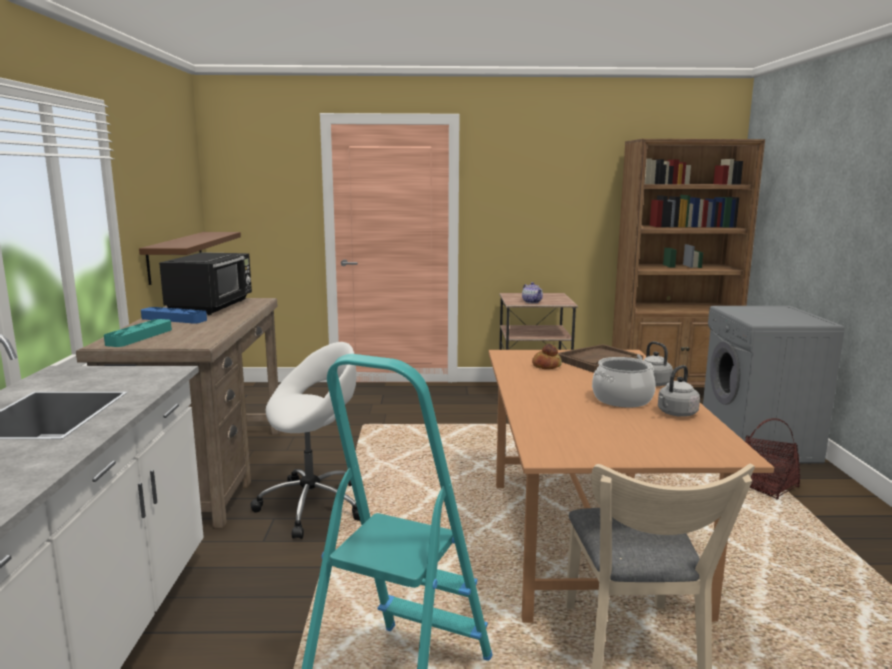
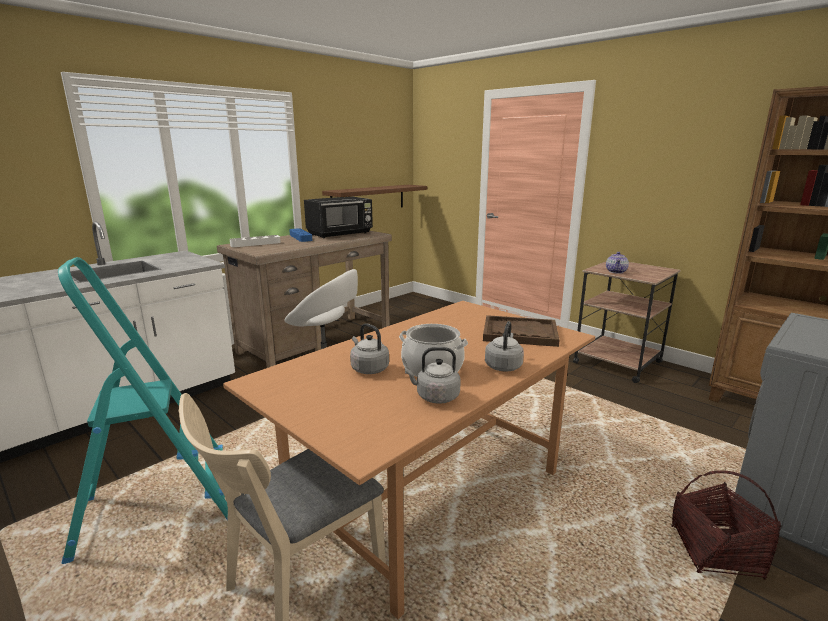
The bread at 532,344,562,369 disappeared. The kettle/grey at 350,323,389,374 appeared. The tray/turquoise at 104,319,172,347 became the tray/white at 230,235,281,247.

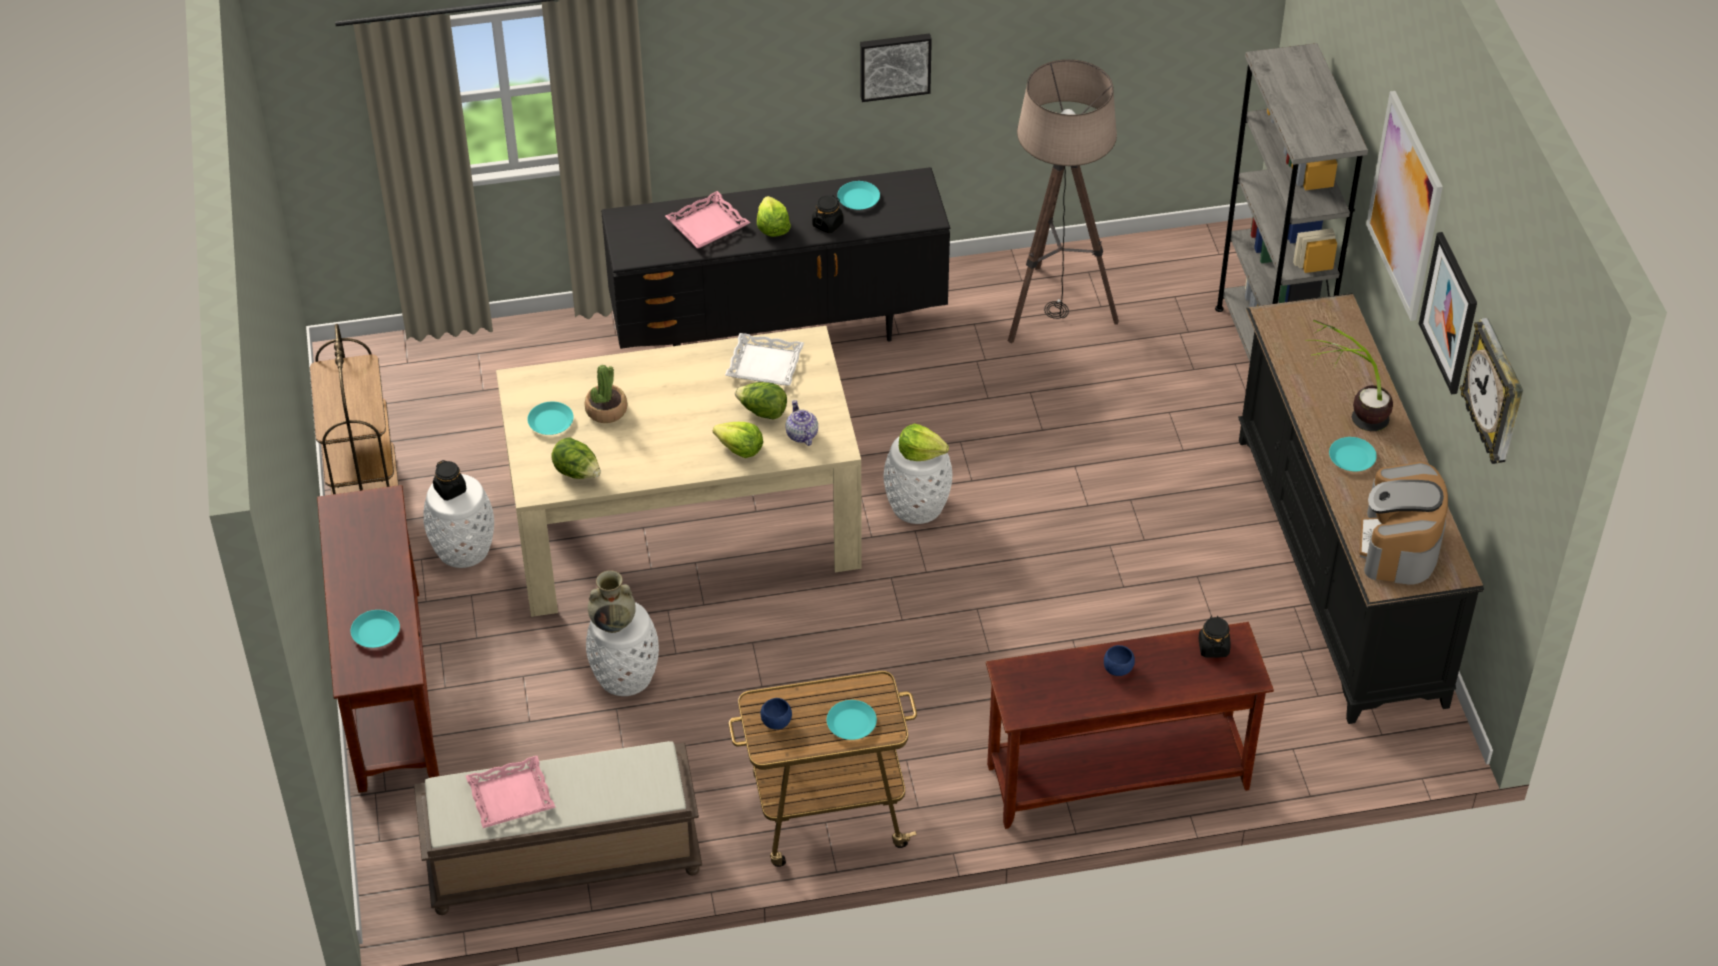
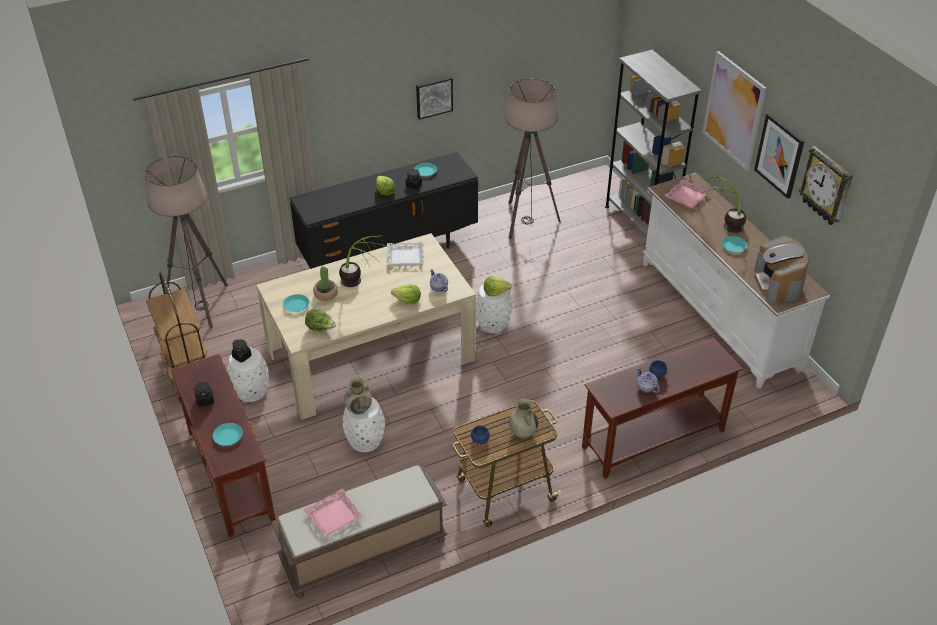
The lettuce at 735,382,787,420 disappeared. The floor lamp at 145,156,228,328 appeared. The potted plant at 339,235,386,287 appeared. The teapot at 637,368,660,393 appeared. The tray/pink moved from 665,191,750,248 to 664,179,711,208. The jar/black moved from 1198,616,1231,658 to 195,381,214,406. The plate/turquoise at 827,700,877,740 was replaced by the vase/beige at 509,399,538,439. The cabinet/black at 1238,293,1484,724 became the cabinet/white at 643,173,830,389.

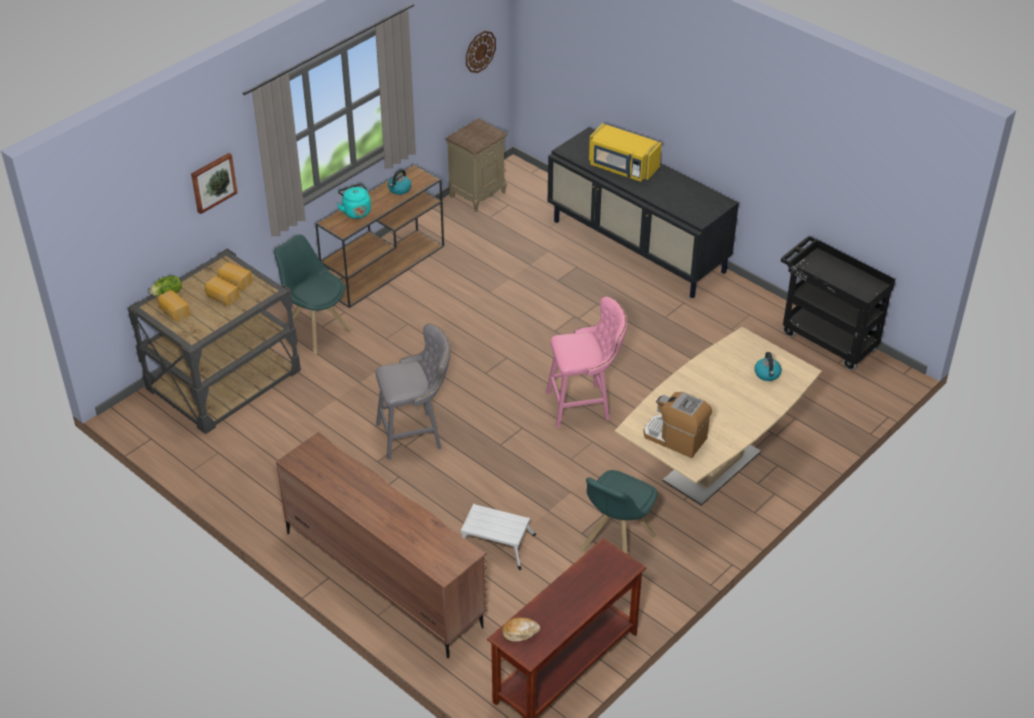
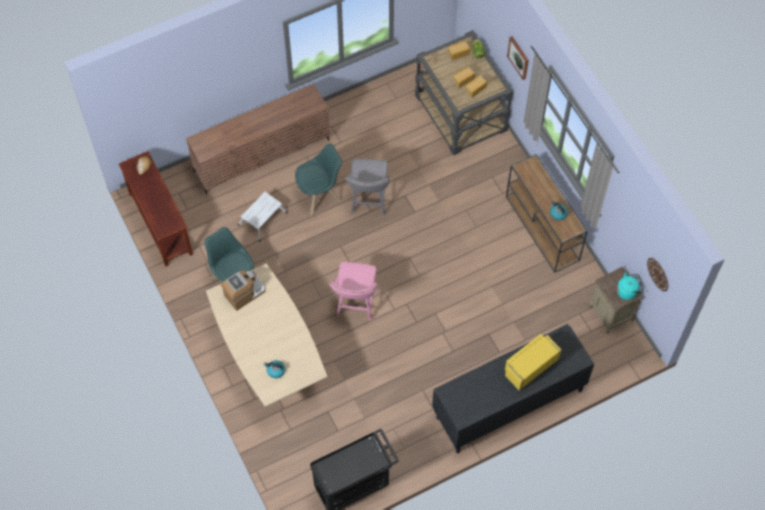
The chair/turquoise moved from 274,234,351,354 to 295,144,342,217. The kettle/turquoise moved from 337,183,371,219 to 617,272,643,300.

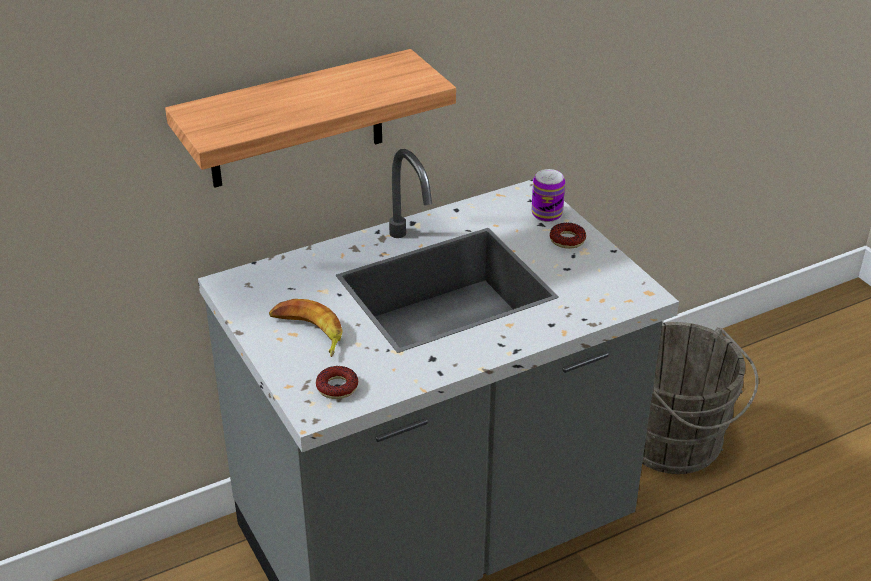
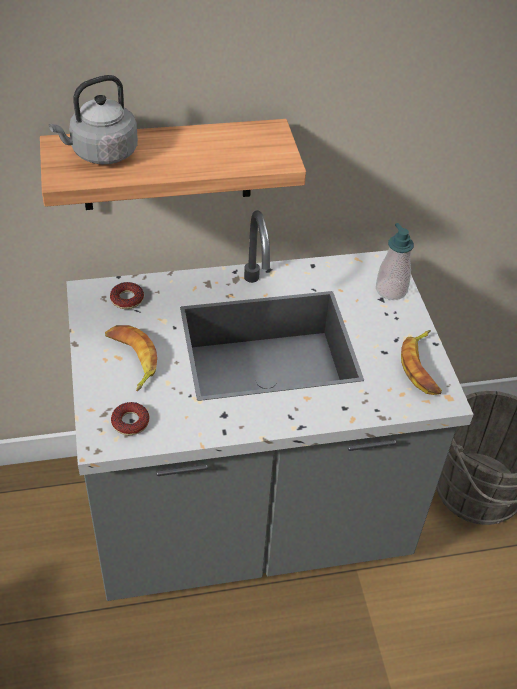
The kettle/grey at 49,75,138,164 appeared. The banana at 401,330,442,395 appeared. The donut moved from 550,222,586,249 to 110,282,144,309. The can at 532,169,565,222 was replaced by the soap dispenser at 376,223,414,300.

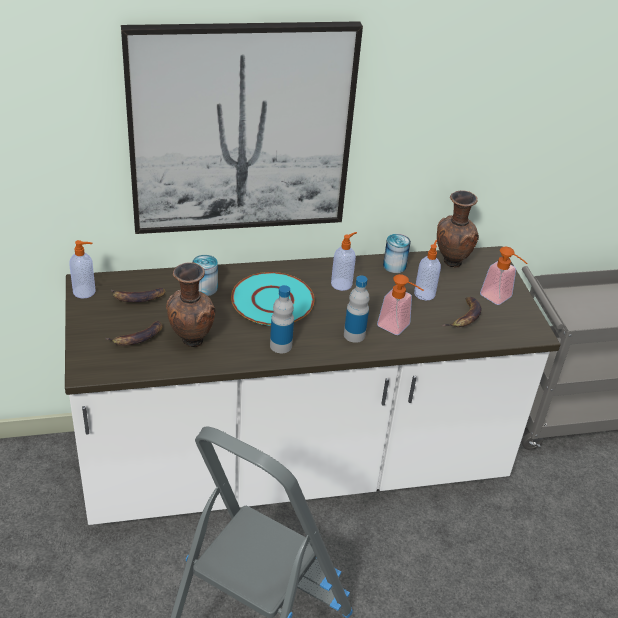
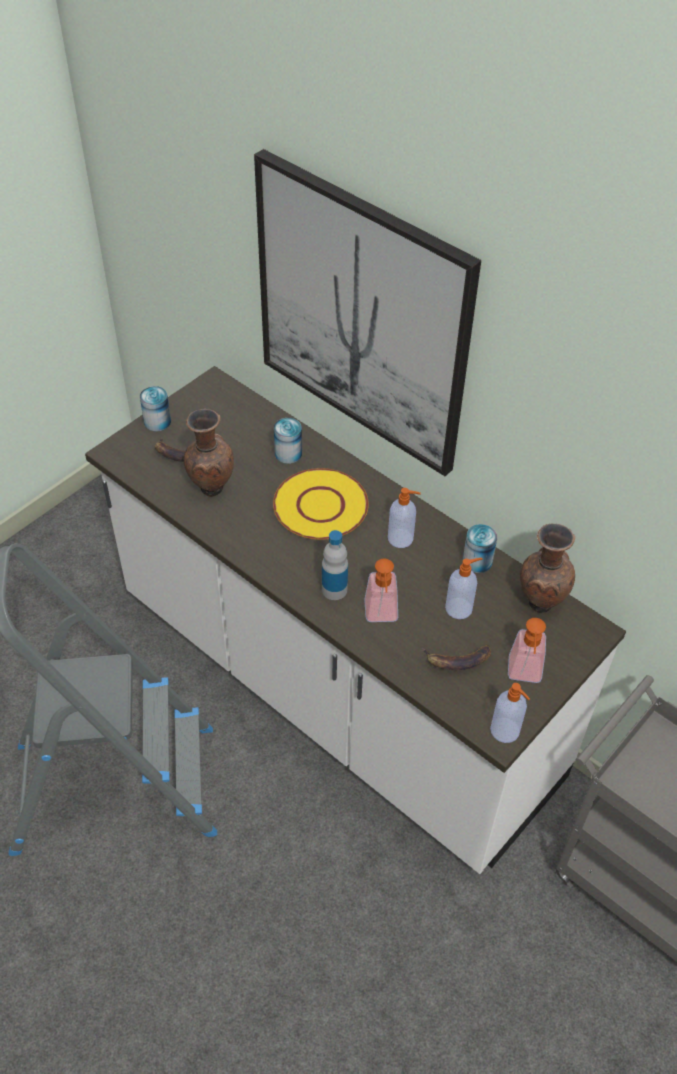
The banana at 111,288,166,302 disappeared. The bottle at 270,285,294,353 disappeared. The can at 140,386,171,432 appeared. The soap dispenser moved from 69,240,96,299 to 490,683,530,743. The plate/turquoise at 231,272,314,326 became the plate/yellow at 273,468,369,540.

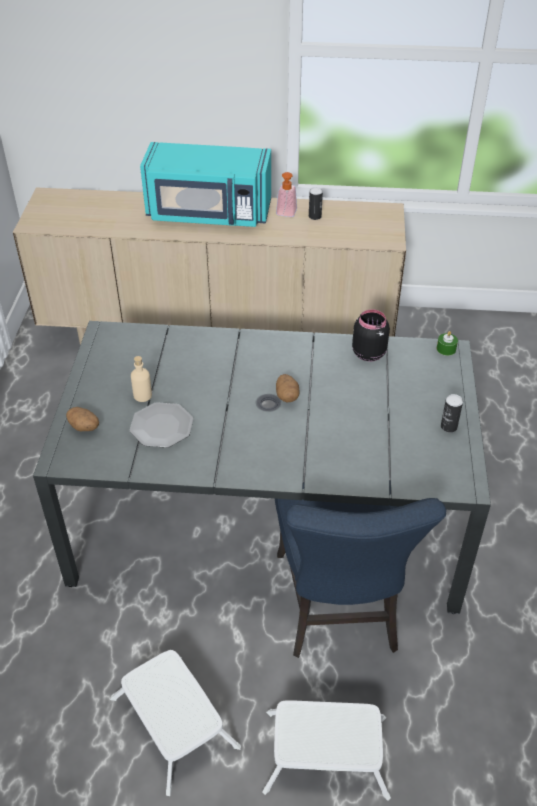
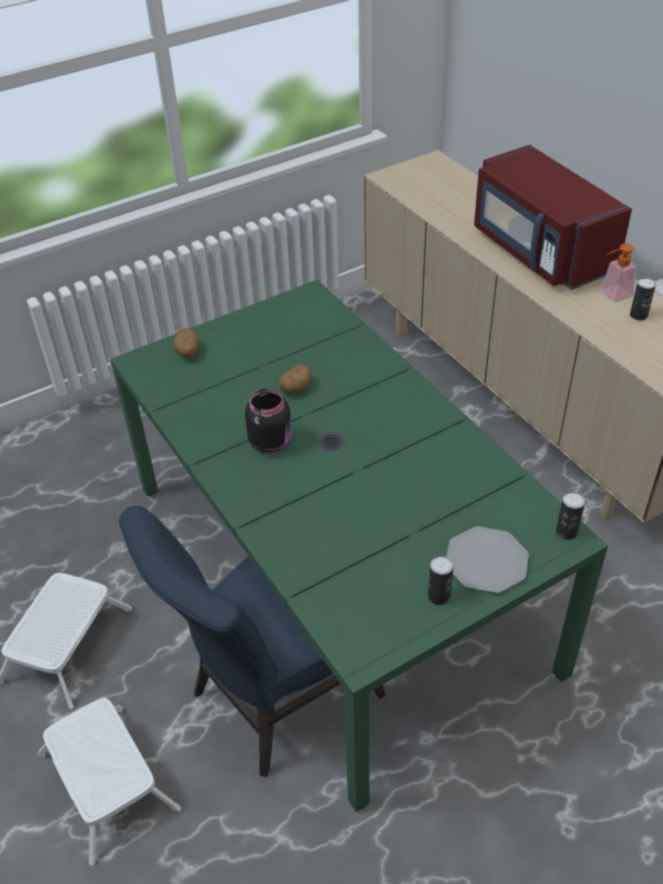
The bottle/beige at 131,356,152,402 disappeared. The plate moved from 130,402,193,448 to 446,526,529,593. The potato moved from 276,374,300,402 to 278,365,311,394. The jar/black moved from 352,309,390,361 to 245,389,292,454. The candle/green at 437,331,458,356 was replaced by the can at 556,492,585,540. The dining table/grey at 33,321,491,614 became the dining table/green at 110,280,608,812. The microwave/turquoise at 140,142,271,227 became the microwave/red at 474,145,632,290.

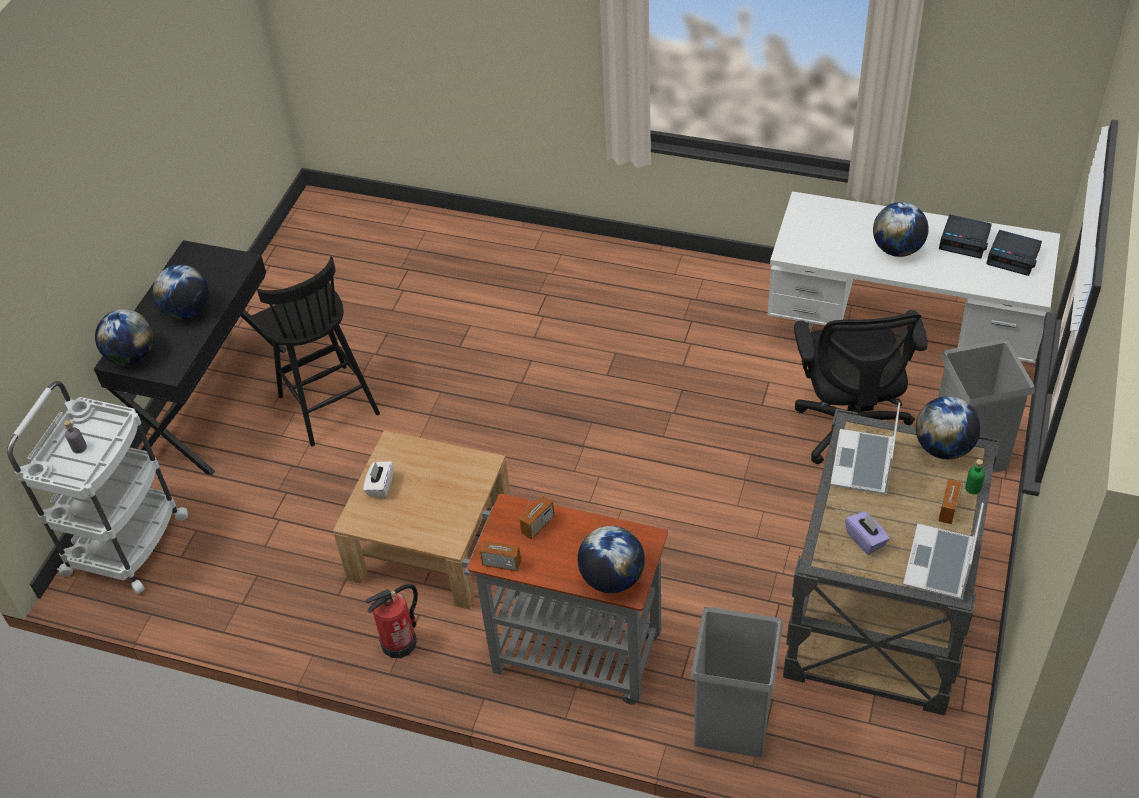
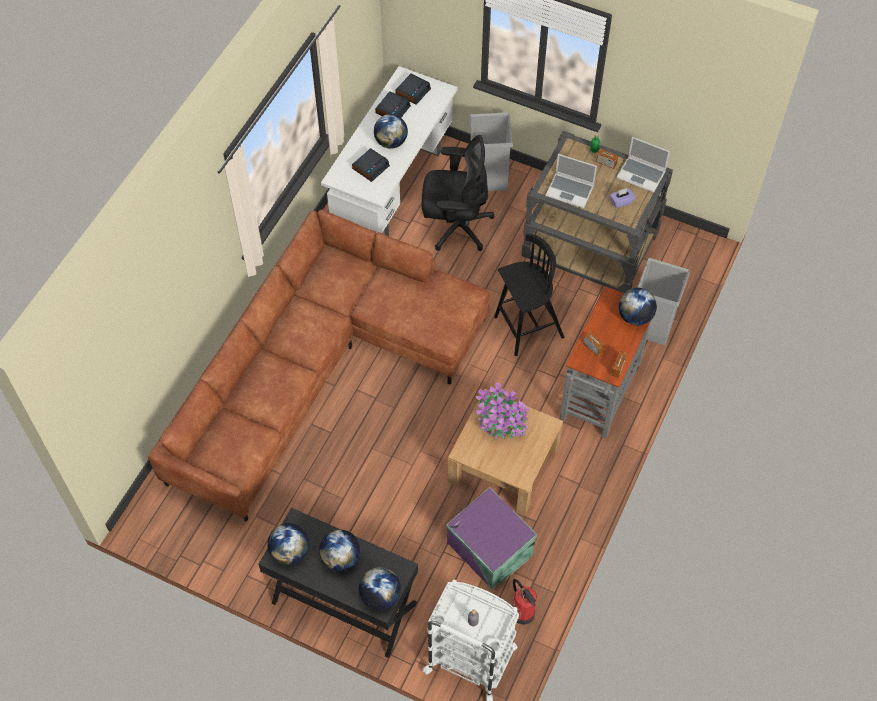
The tissue box/white at 363,461,393,498 disappeared. The sofa/brown at 148,210,490,522 appeared. The alarm clock at 352,148,390,182 appeared. The storage box/purple at 446,487,537,590 appeared. The potted plant at 475,382,529,439 appeared. The stool/black moved from 252,257,380,447 to 494,234,564,356. The fire extinguisher moved from 365,584,418,658 to 513,579,537,625. The globe moved from 916,396,981,459 to 267,523,309,565.

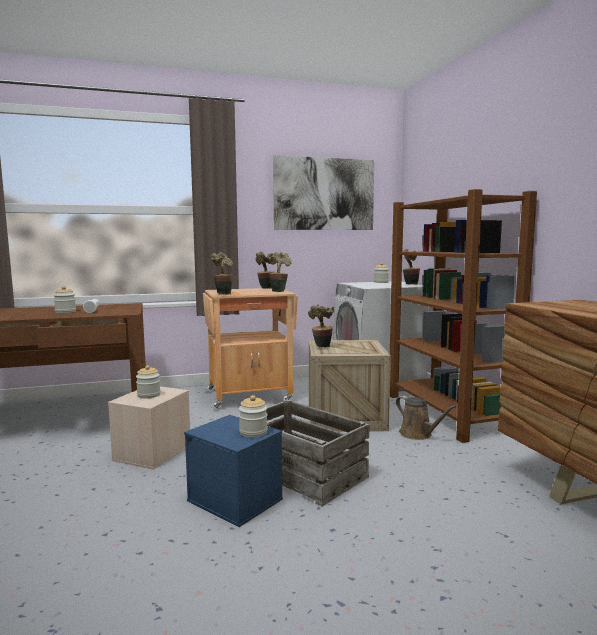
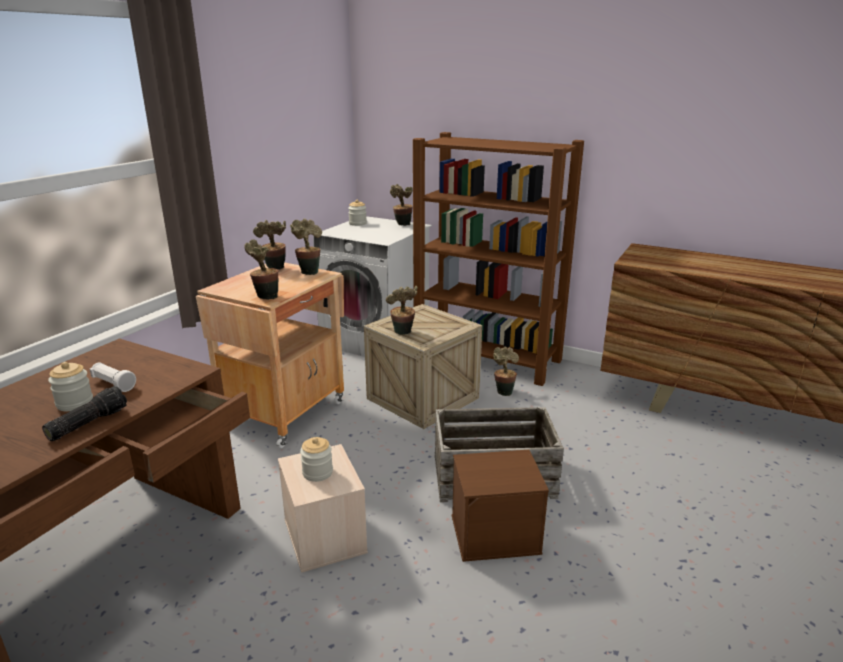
The jar at 239,395,268,437 disappeared. The picture at 273,155,374,230 disappeared. The flashlight at 42,386,127,441 appeared. The watering can/brown at 396,396,456,440 was replaced by the potted plant at 493,347,519,396. The storage box/blue at 184,415,283,527 became the storage box/brown at 452,450,549,562.

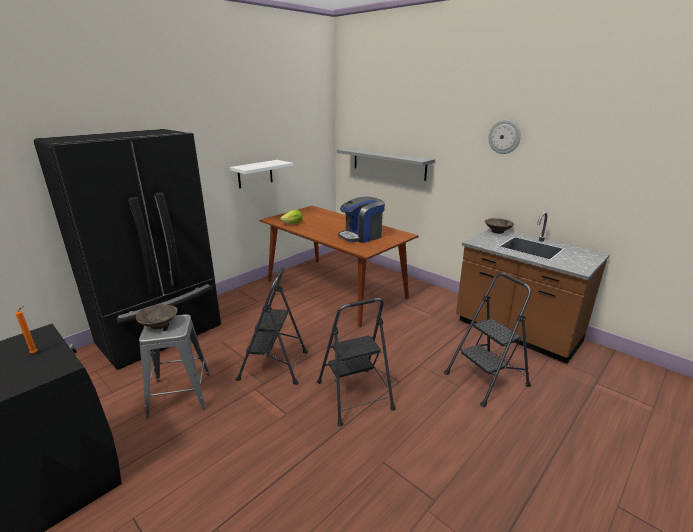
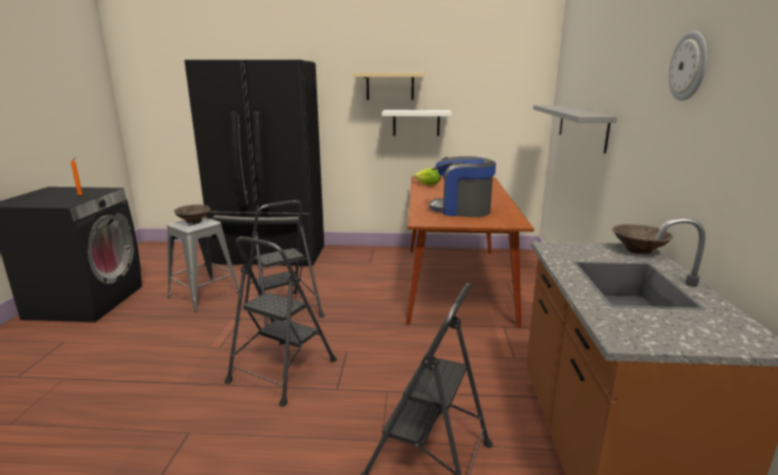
The shelf/beige at 353,73,424,100 appeared.

